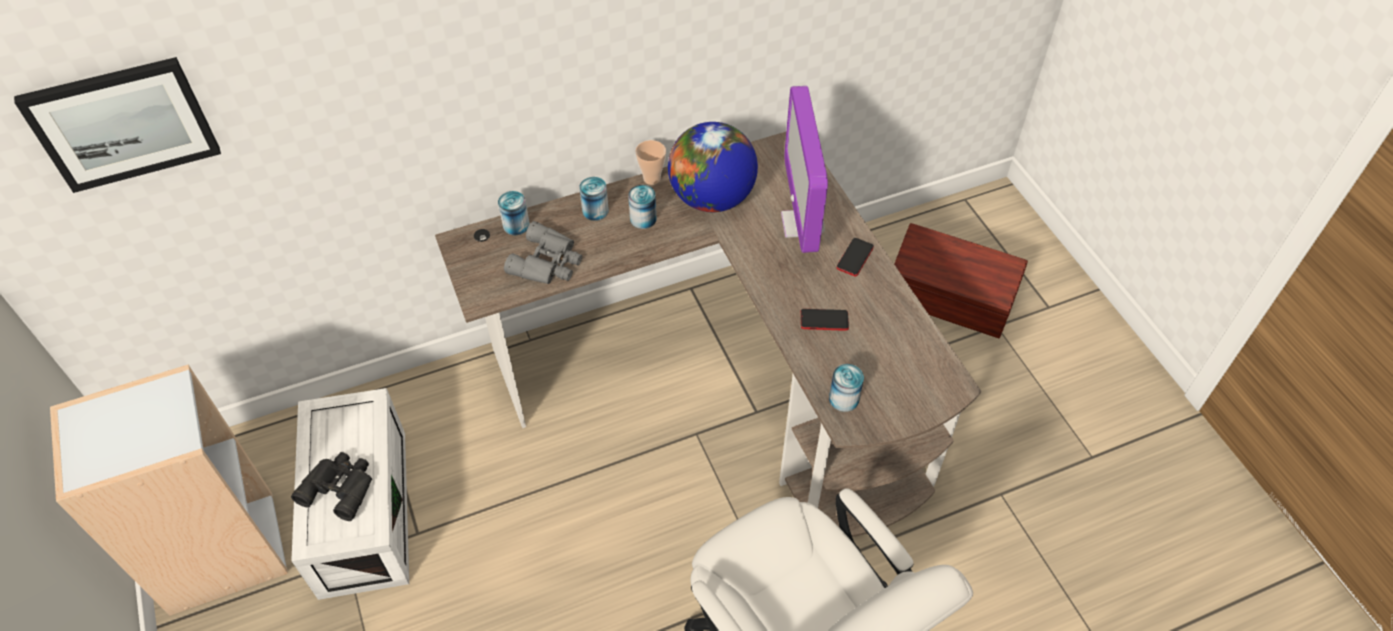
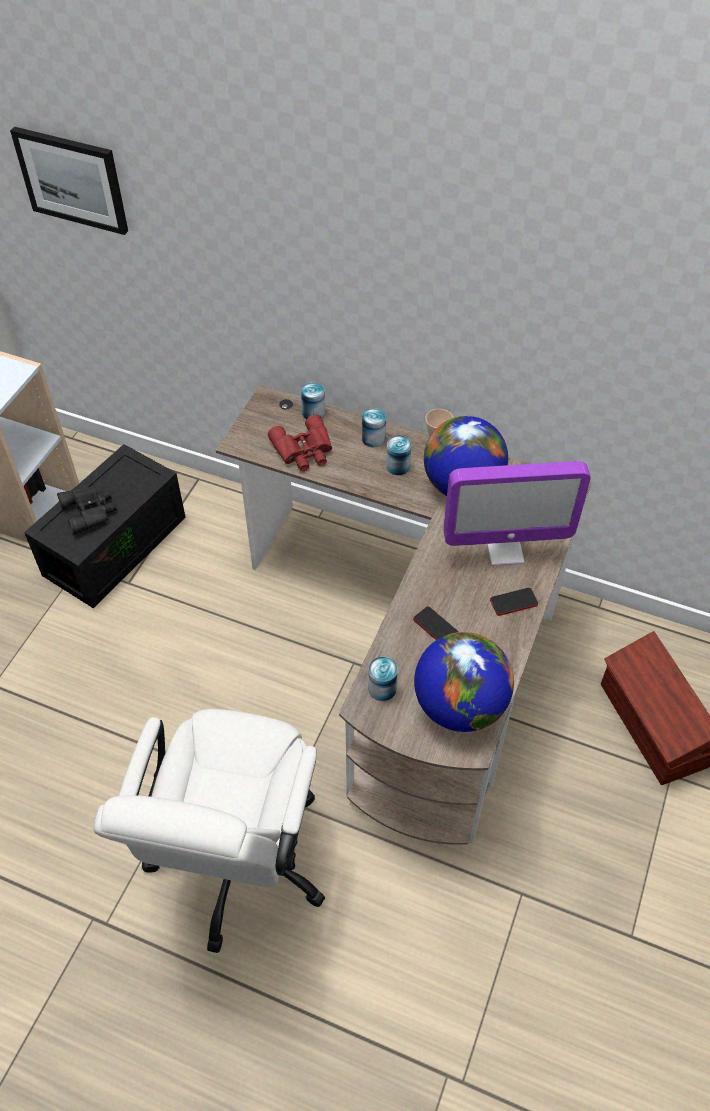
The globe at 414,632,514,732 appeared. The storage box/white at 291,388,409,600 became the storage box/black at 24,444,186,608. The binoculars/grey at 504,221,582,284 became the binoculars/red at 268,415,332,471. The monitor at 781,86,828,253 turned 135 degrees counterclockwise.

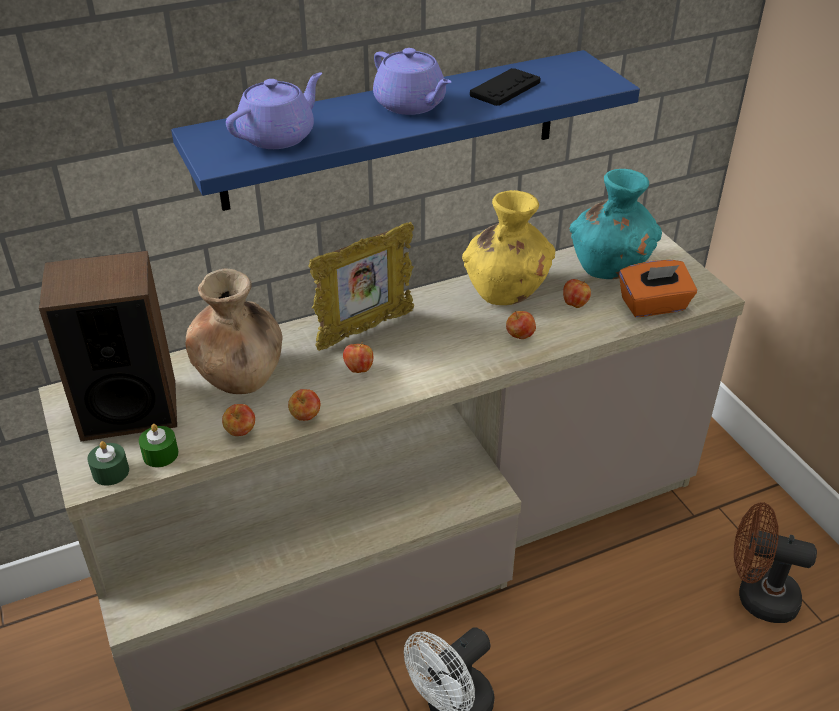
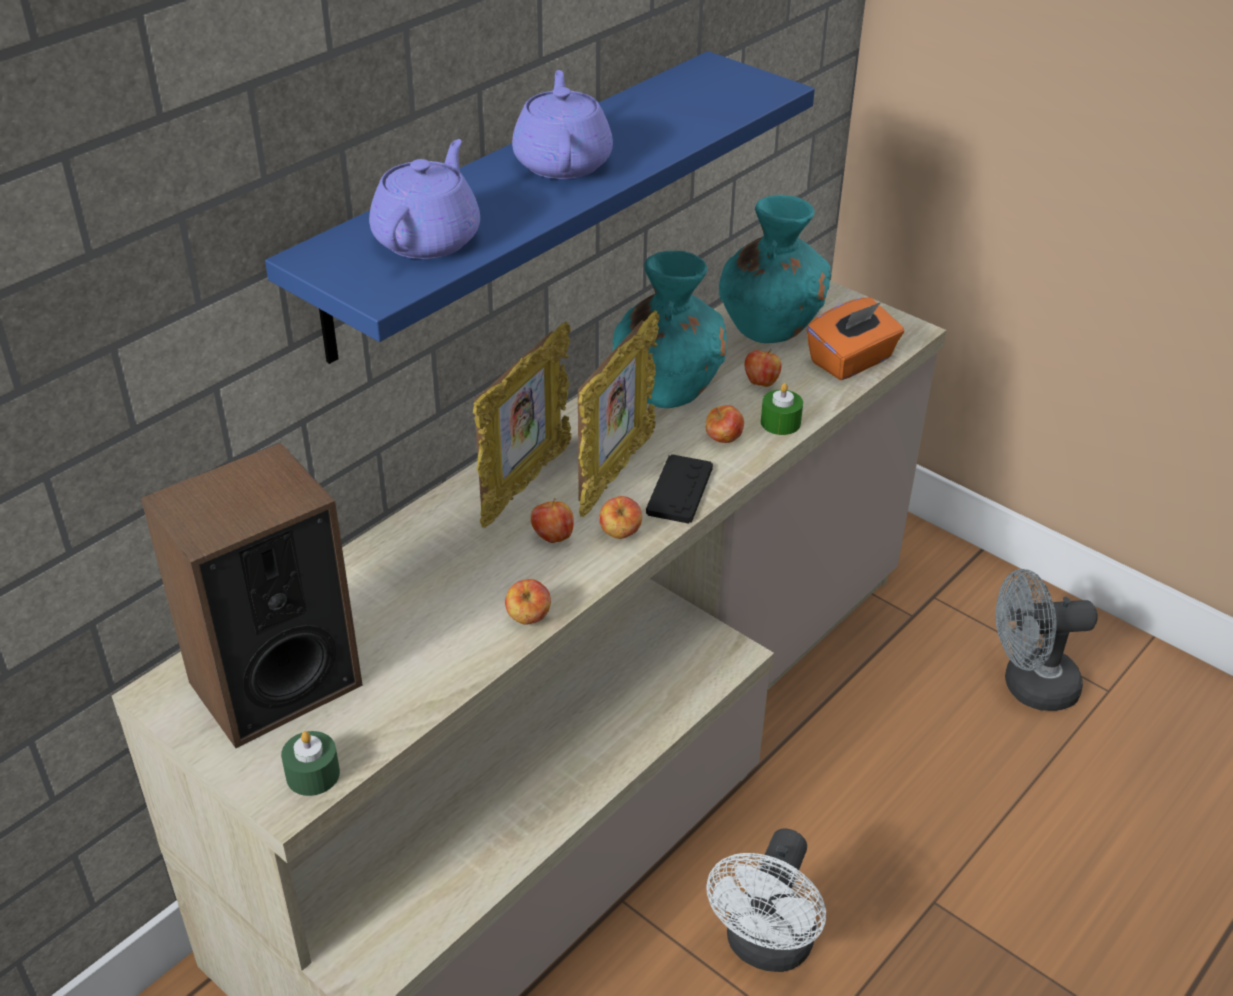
The vase/brown at 186,269,283,394 disappeared. The picture frame at 578,310,660,517 appeared. The candle/green moved from 139,424,179,467 to 761,383,803,435. The apple moved from 222,404,255,436 to 599,496,642,539. The game controller/black moved from 470,68,541,106 to 646,454,713,524. The vase/yellow at 462,190,555,305 became the vase/turquoise at 612,251,727,408. The fan/brown at 734,502,817,623 became the fan/grey at 996,569,1098,711. The teapot/purple at 373,48,451,115 turned 120 degrees counterclockwise.

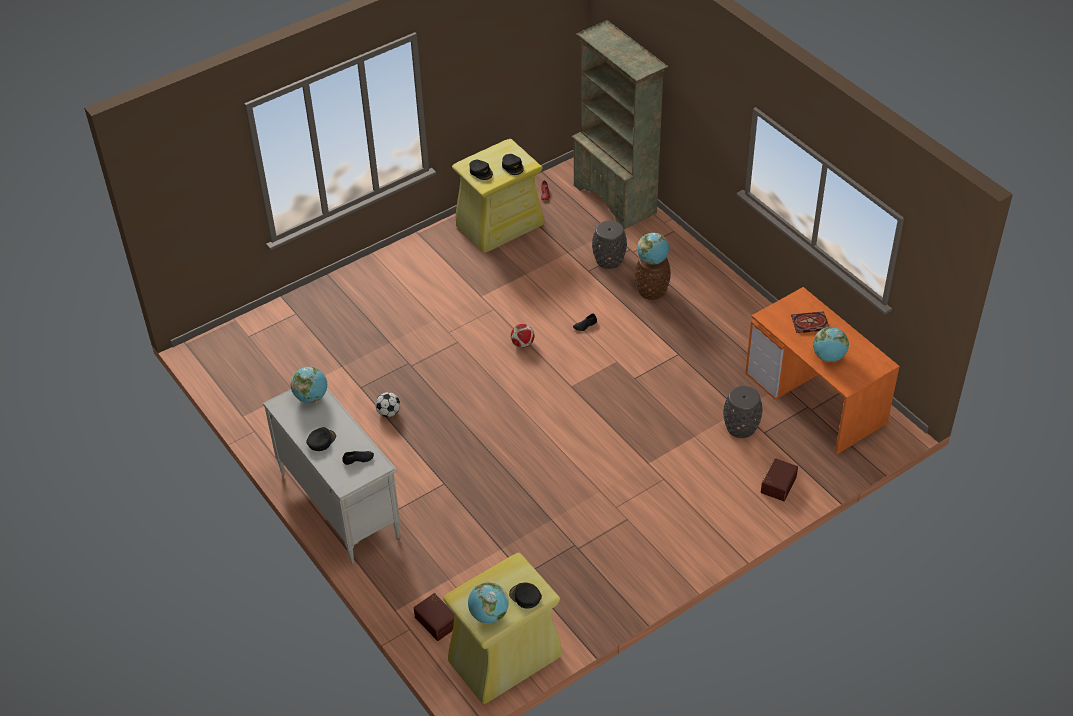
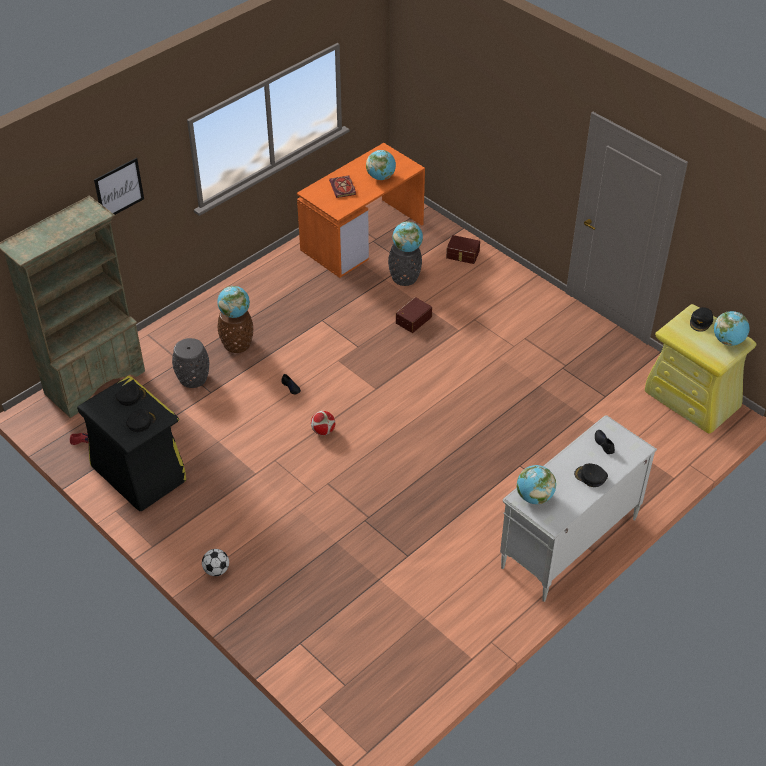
The picture at 94,158,144,215 appeared. The globe at 393,221,423,252 appeared. The football moved from 375,392,400,417 to 202,549,229,576. The storage box/brown moved from 414,593,454,641 to 396,297,432,333. The nightstand/yellow at 452,139,544,253 became the nightstand/black at 77,376,186,511.

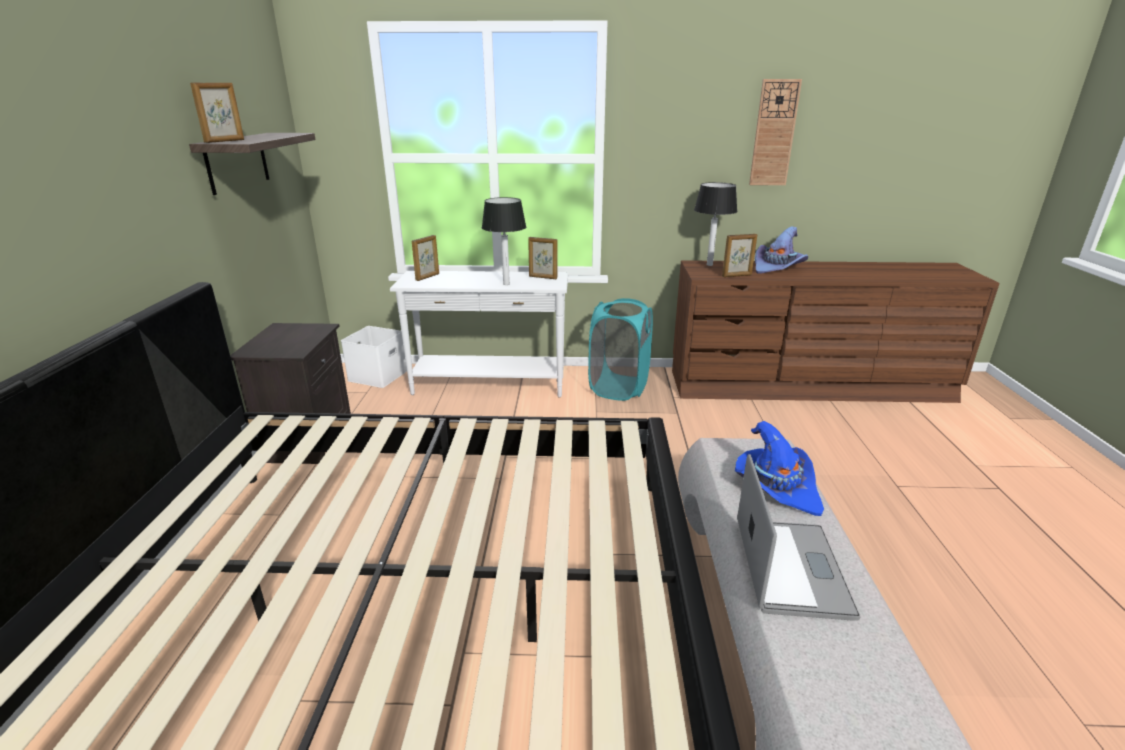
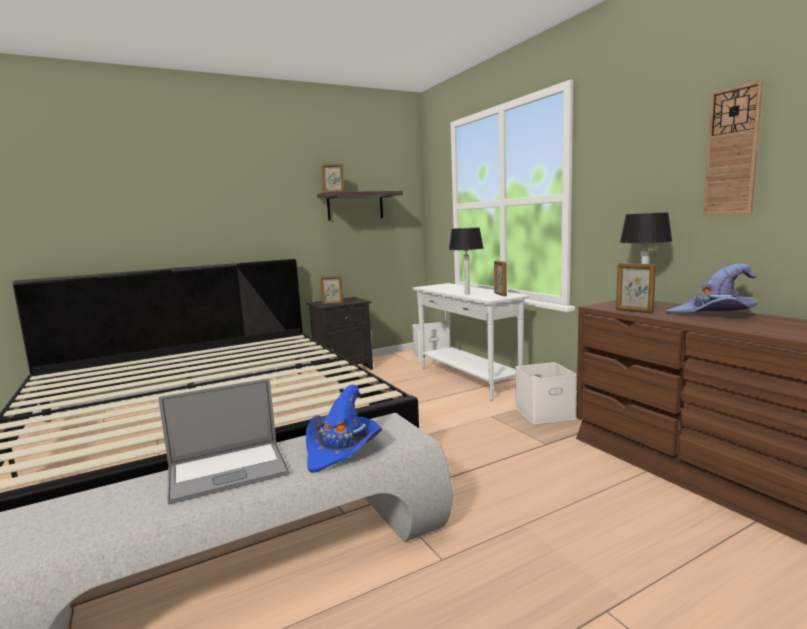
The picture frame moved from 412,235,439,281 to 320,276,343,305. The laundry basket/turquoise at 588,298,653,401 was replaced by the storage box/white at 515,362,577,424.

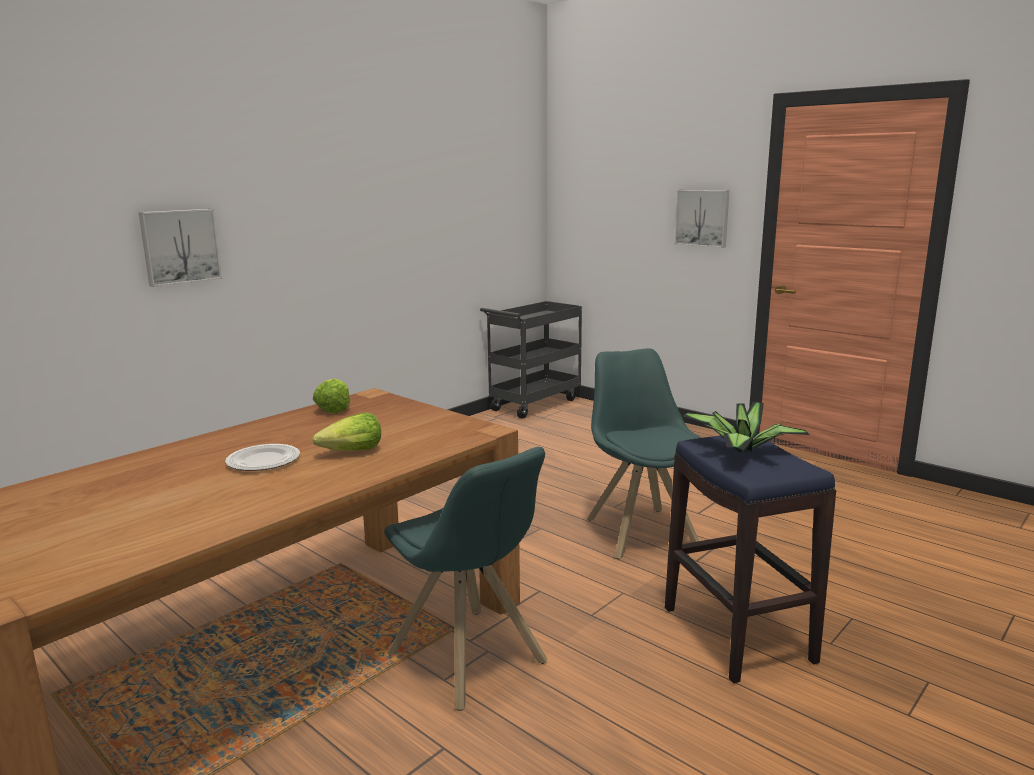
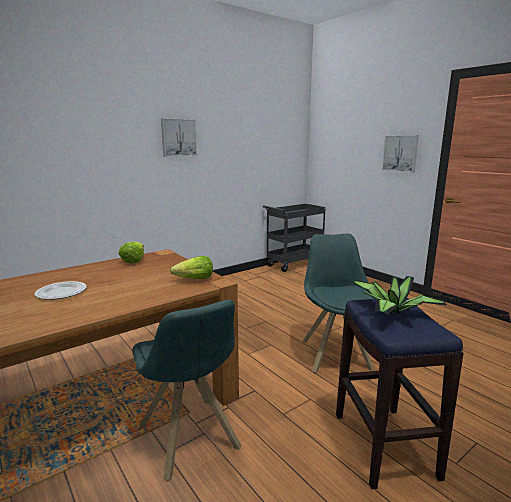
The picture moved from 139,209,222,287 to 161,118,197,157. The lettuce moved from 312,412,381,451 to 170,256,213,279.

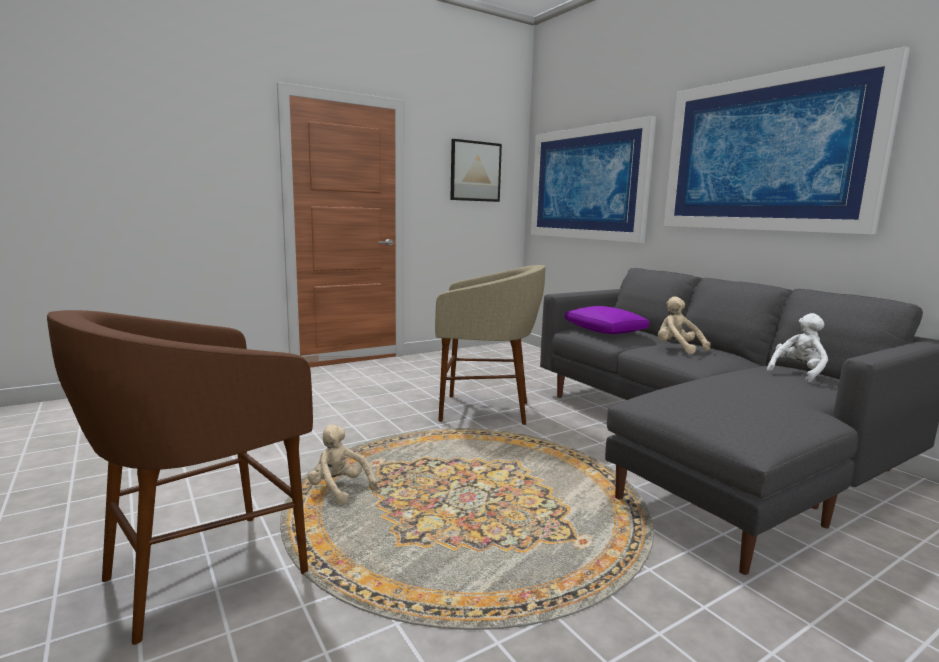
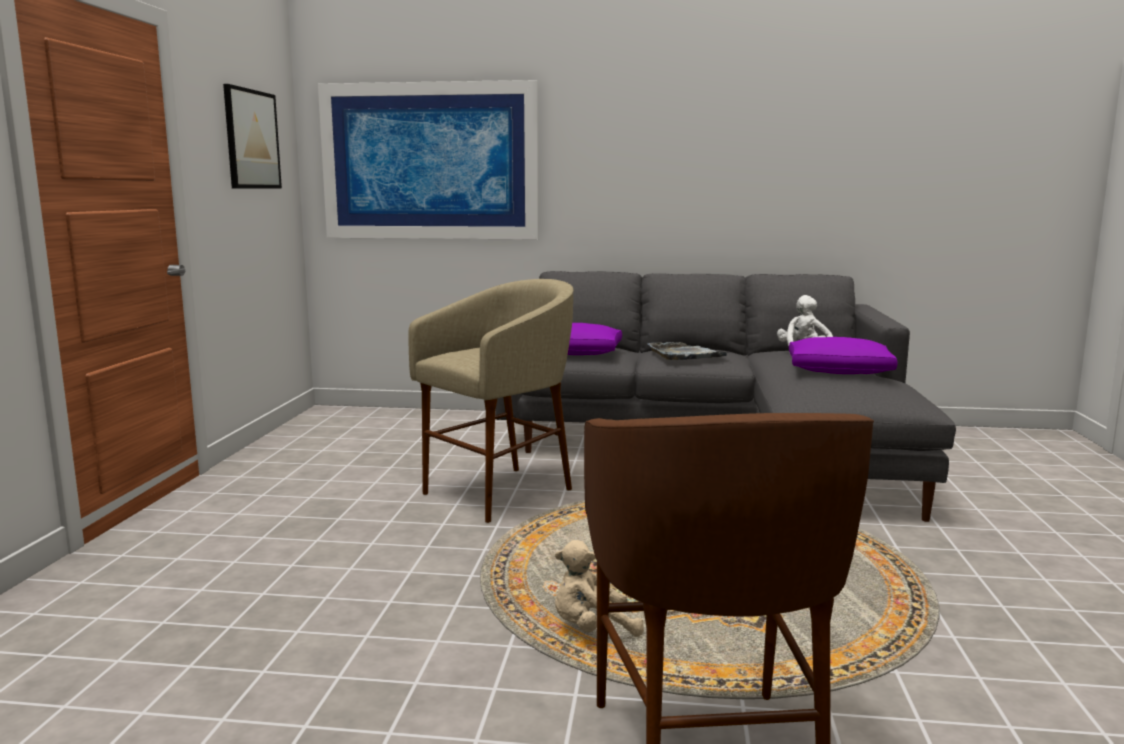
The picture at 664,46,910,235 disappeared. The pillow/purple at 789,337,898,374 appeared. The plush toy/beige at 658,296,711,354 was replaced by the tray/grey at 648,342,730,360.

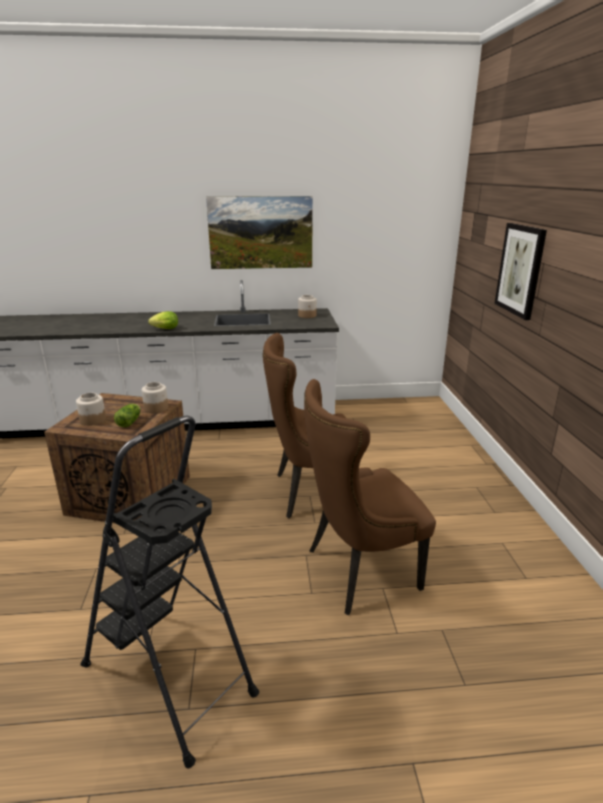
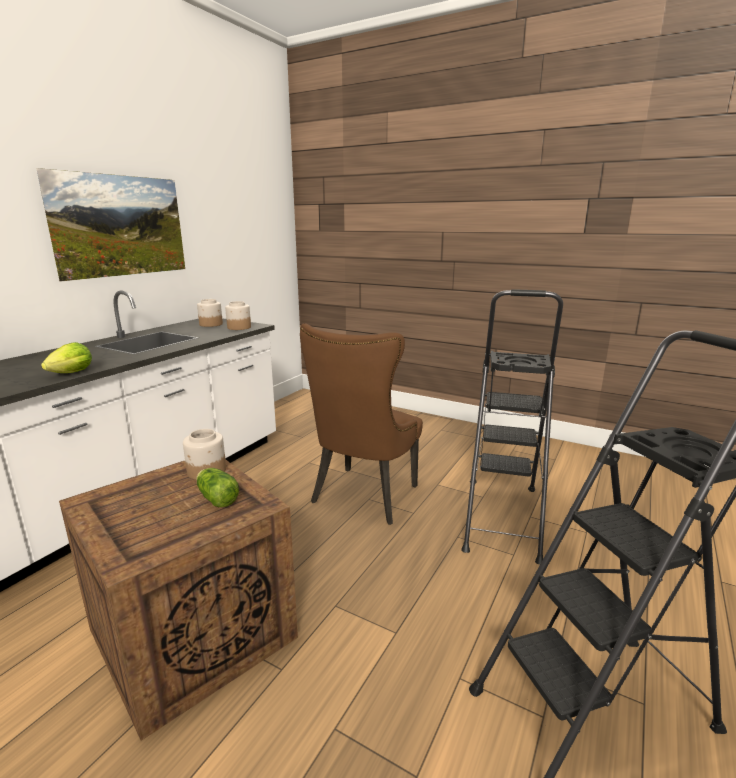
The picture at 495,223,547,320 disappeared. The jar moved from 76,393,106,426 to 225,301,251,330. The chair/brown at 304,379,436,615 was replaced by the step ladder at 461,289,563,565.

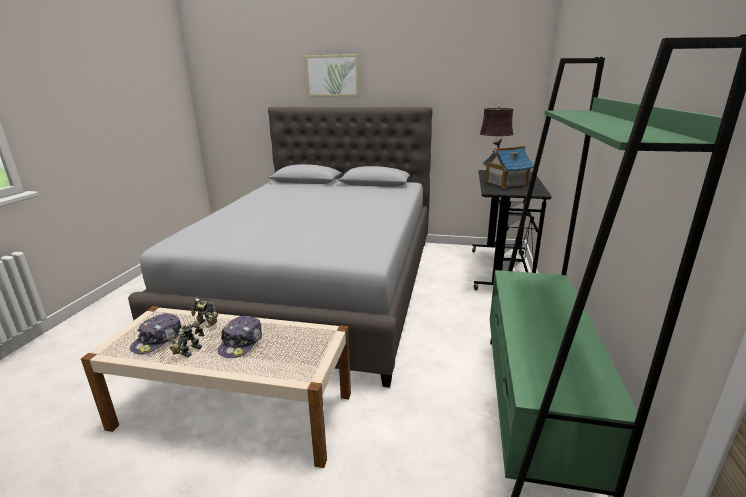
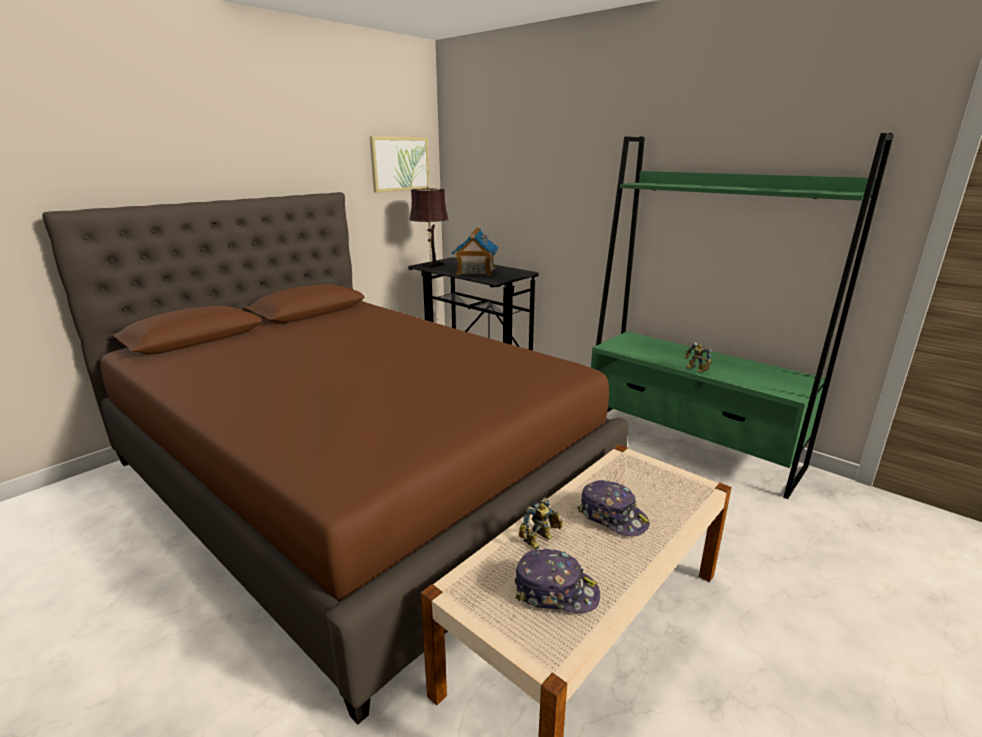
The toy robot moved from 170,321,204,357 to 685,342,713,373. The picture moved from 305,54,359,97 to 370,137,430,192. The bed/grey at 128,107,433,388 became the bed/brown at 42,192,629,725. The cap at 130,313,181,355 turned 45 degrees counterclockwise.

